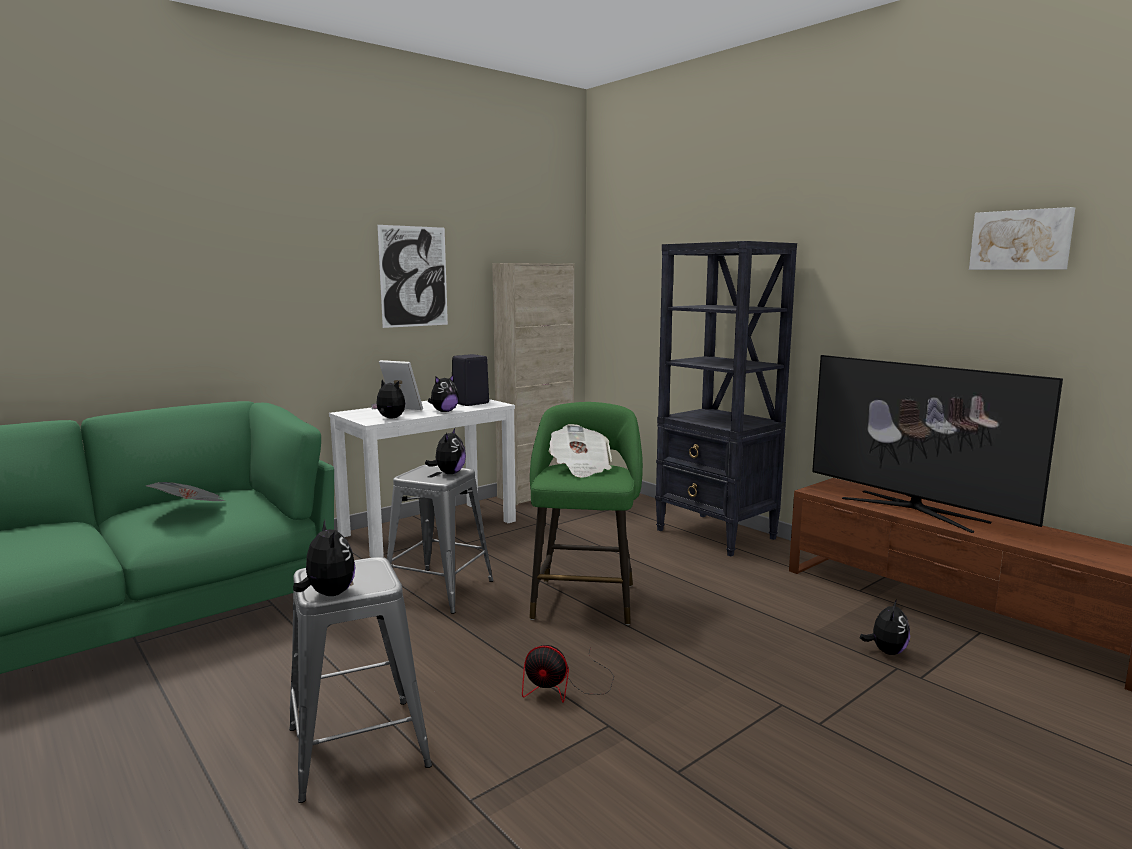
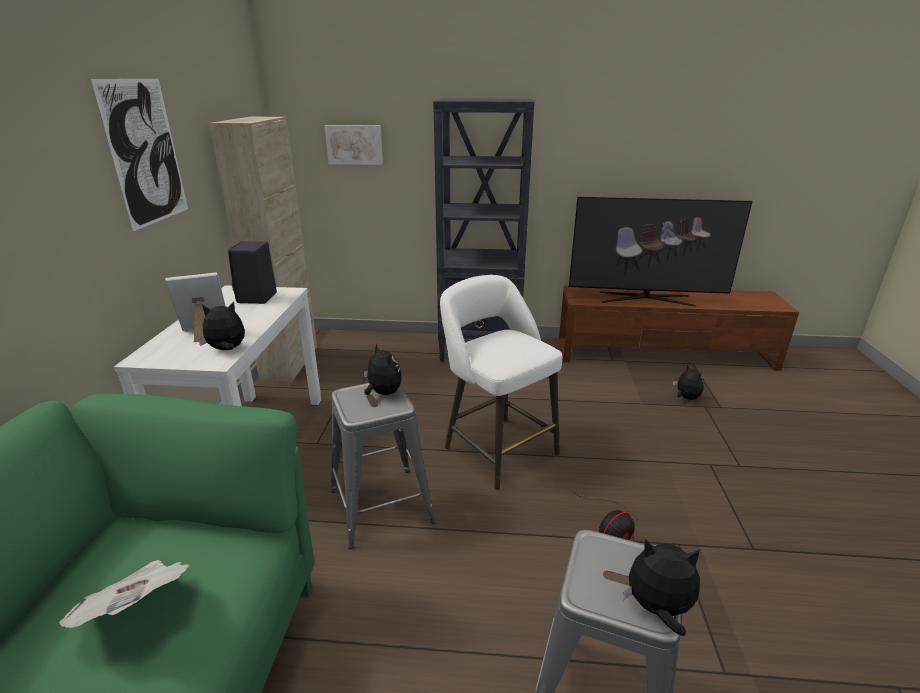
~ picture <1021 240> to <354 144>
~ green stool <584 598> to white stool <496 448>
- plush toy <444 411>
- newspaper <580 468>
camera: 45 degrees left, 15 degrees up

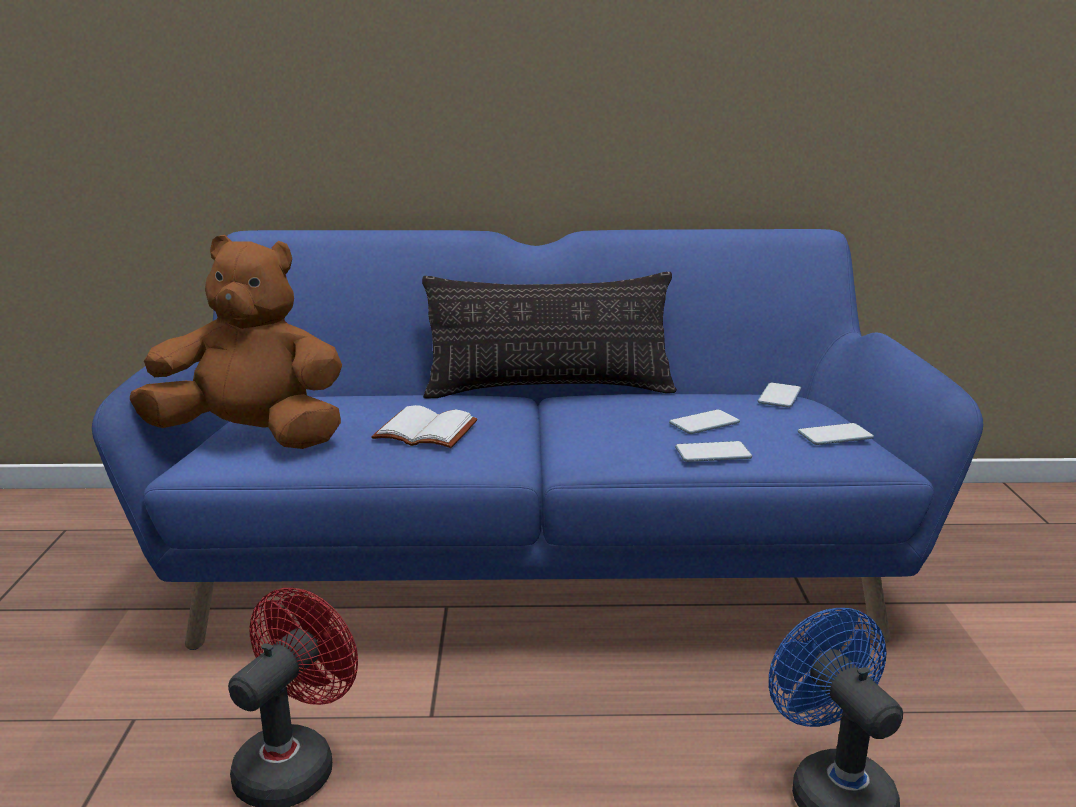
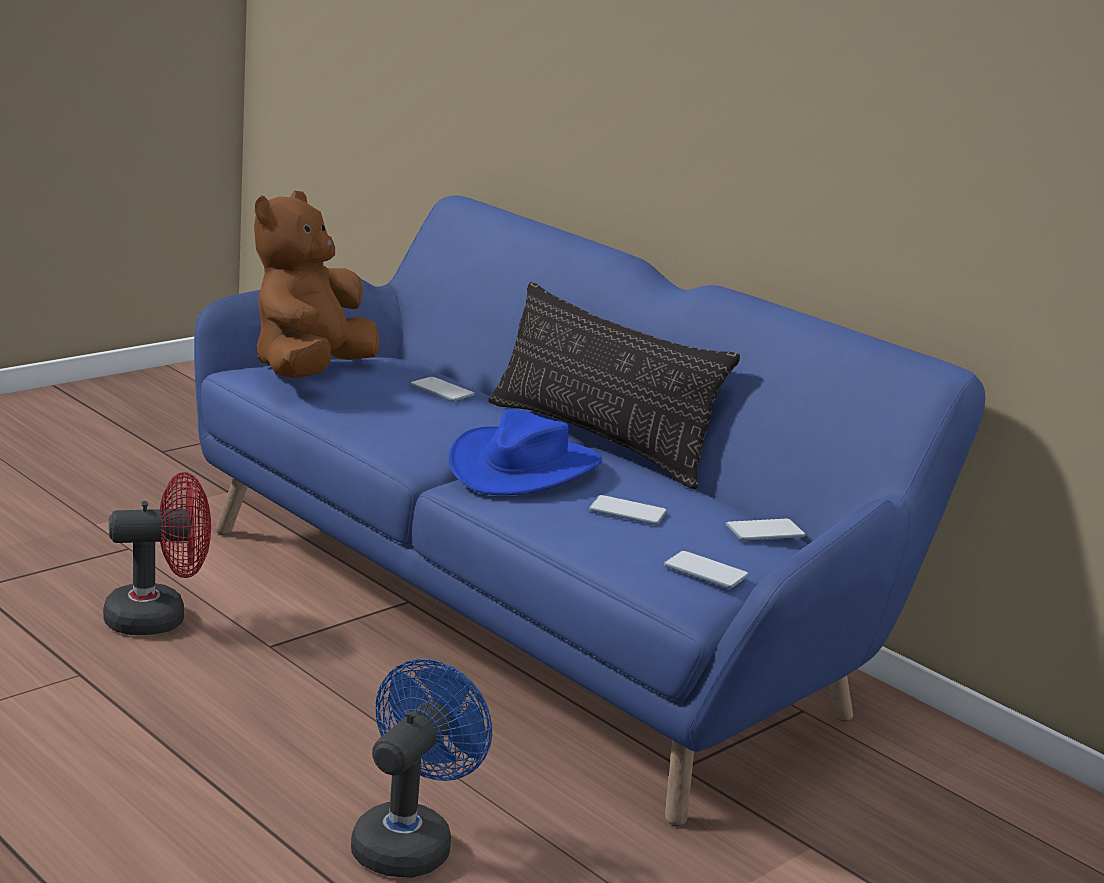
~ brown plush toy <253 437> = <309 372> 120 degrees counterclockwise
~ phone <713 453> to <442 391>
+ blue hat <524 467>
- white book <423 432>
camera: 45 degrees right, 0 degrees up

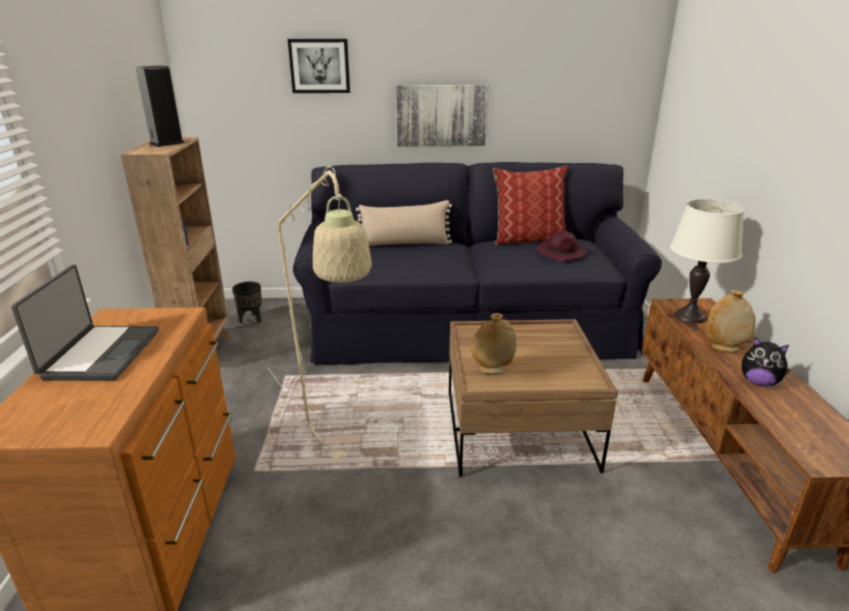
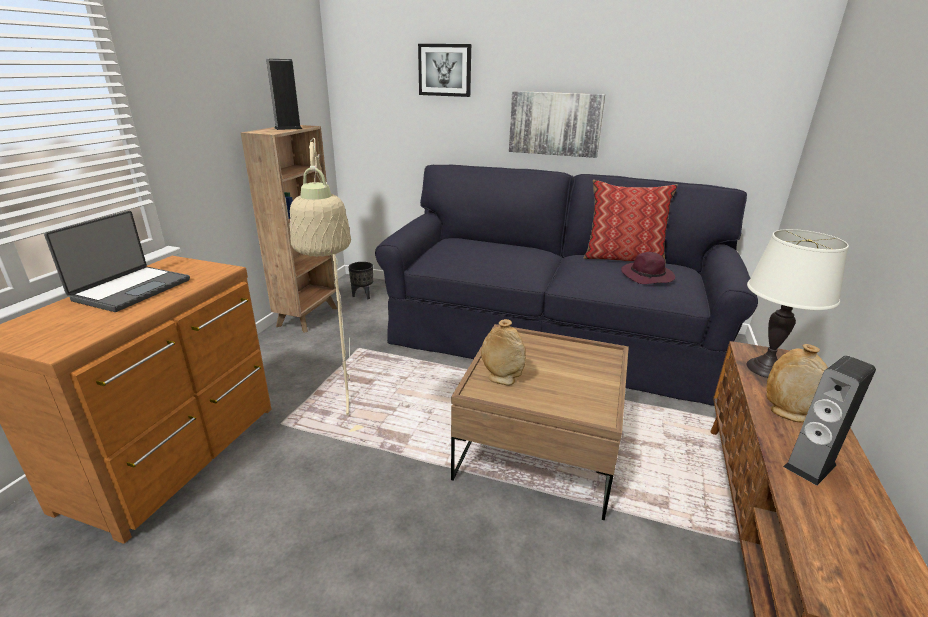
~ plush toy <759 382> to speaker <809 466>
- beige pillow <404 244>
camera: 20 degrees right, 0 degrees up

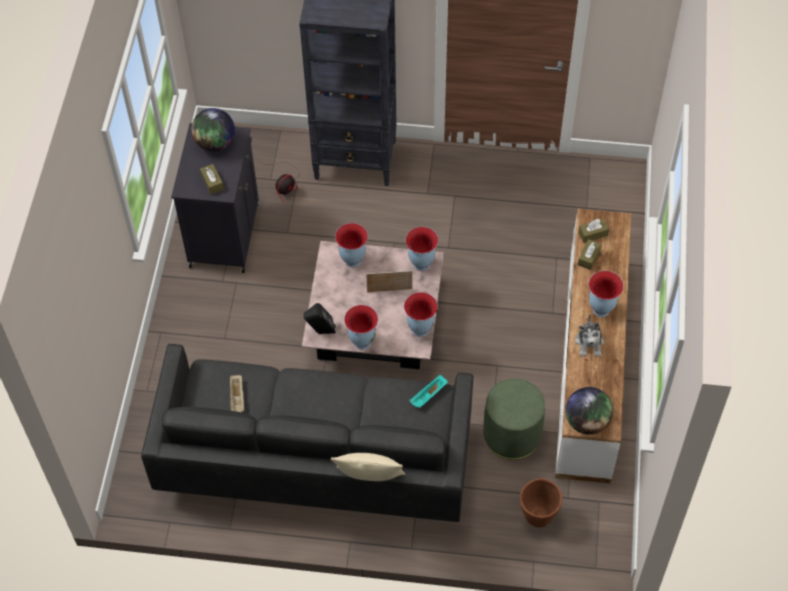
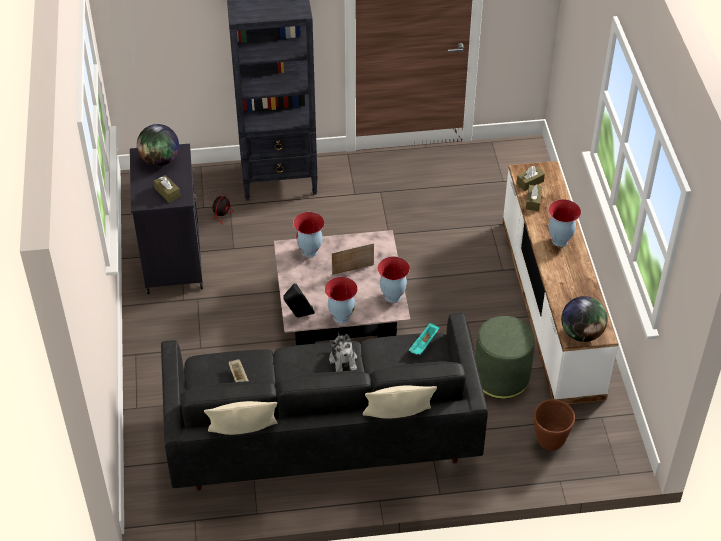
+ beige pillow <243 435>
~ plush toy <589 342> to <343 360>
- vase <421 264>
camera: 15 degrees left, 10 degrees down

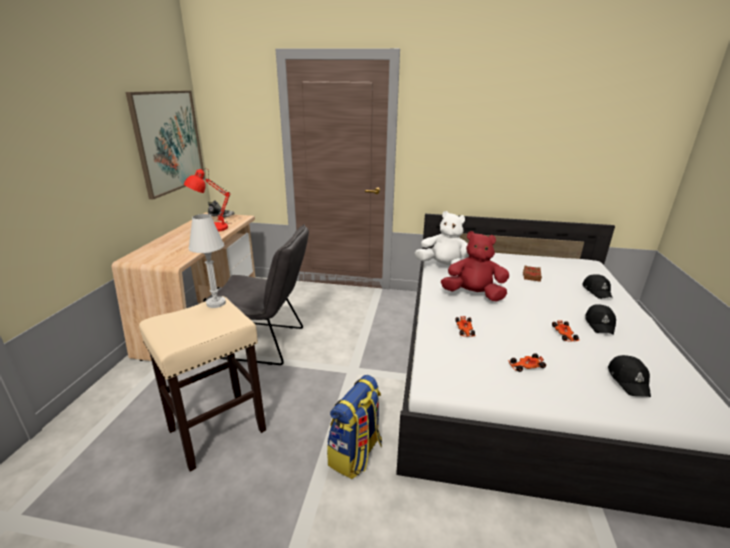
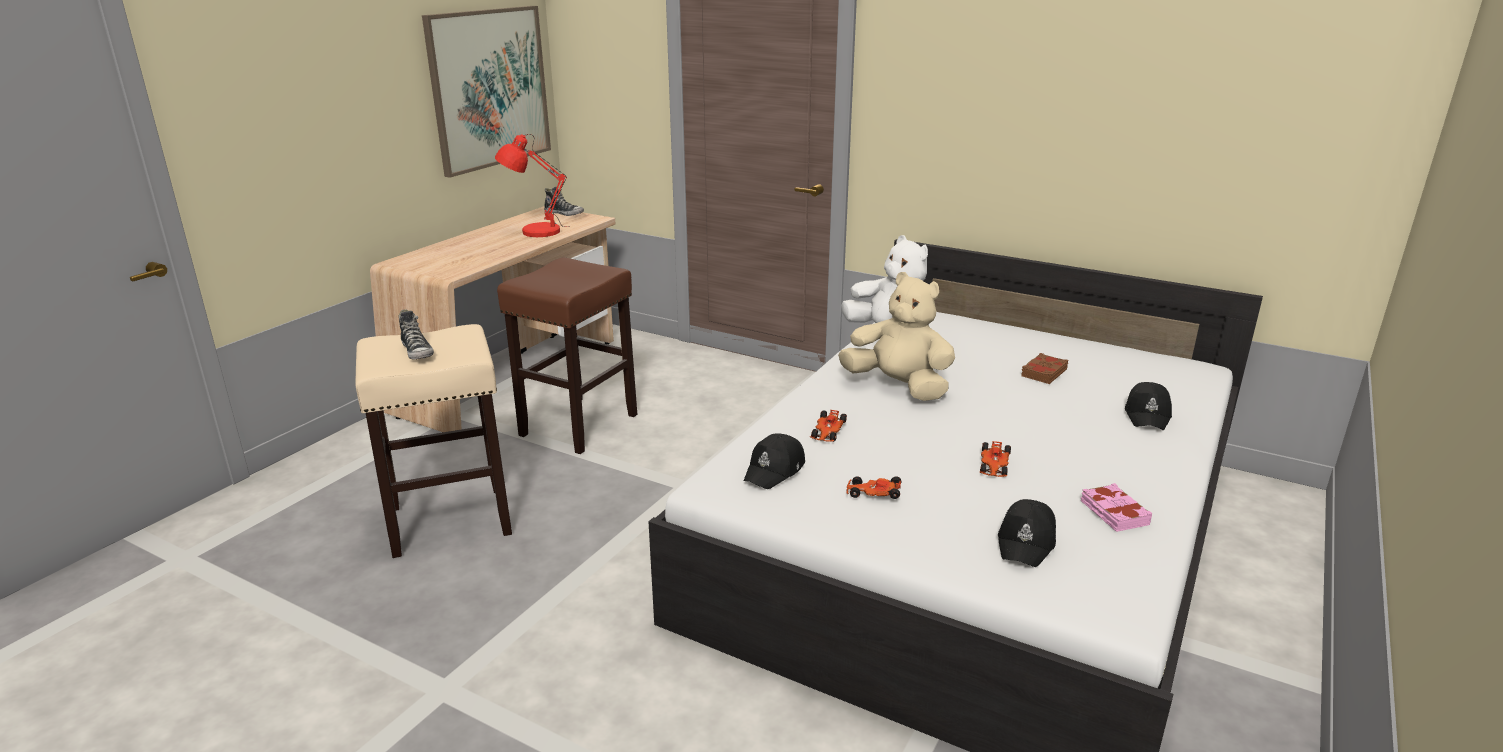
+ shoe <417 352>
~ grey chair <265 343> to brown stool <578 425>
~ black cap <600 324> to <775 470>
~ red plush toy <473 295> to beige plush toy <898 386>
+ pink book <1113 513>
- white table lamp <216 303>
- backpack <356 454>
camera: 20 degrees right, 0 degrees up

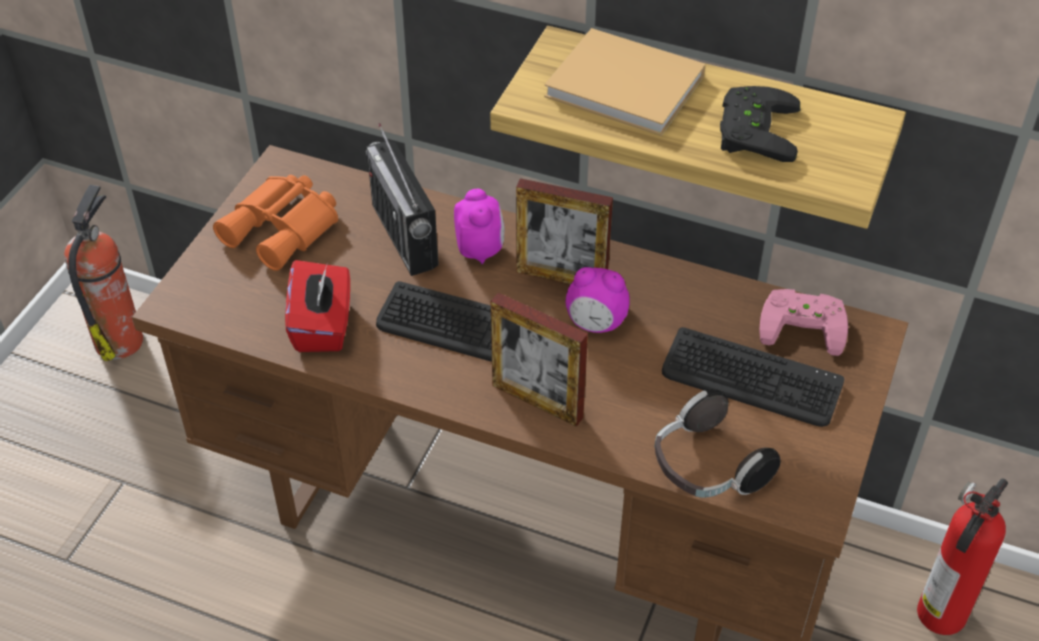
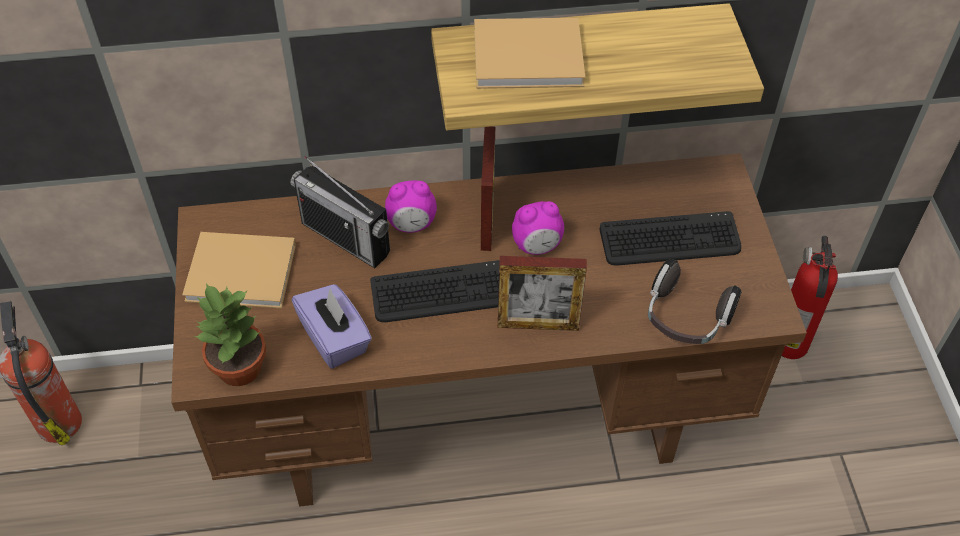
~ orange binoculars <284 229> to beige book <244 273>
+ potted plant <239 369>
~ red tissue box <322 325> to purple tissue box <335 339>
~ alarm clock <480 249> = <411 224> 120 degrees clockwise
~ picture frame <561 277> = <487 221> 75 degrees counterclockwise
- black game controller <751 129>
- pink game controller <803 323>
camera: 30 degrees left, 5 degrees up

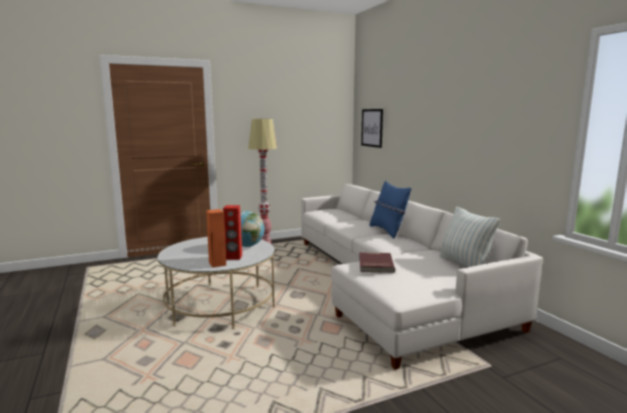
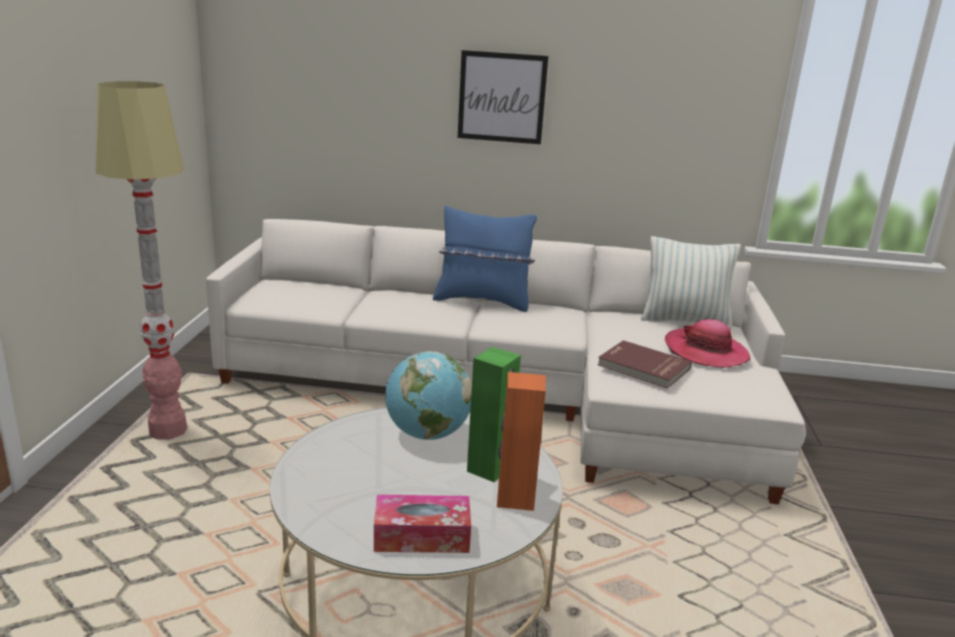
+ tissue box <422 536>
~ picture <372 128> to <502 97>
~ red speaker <233 257> to green speaker <490 469>
+ hat <705 351>
camera: 60 degrees left, 10 degrees up

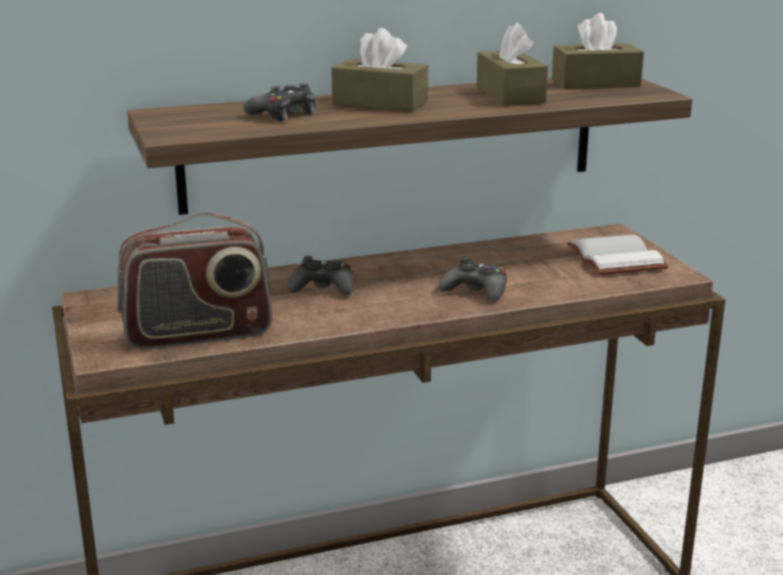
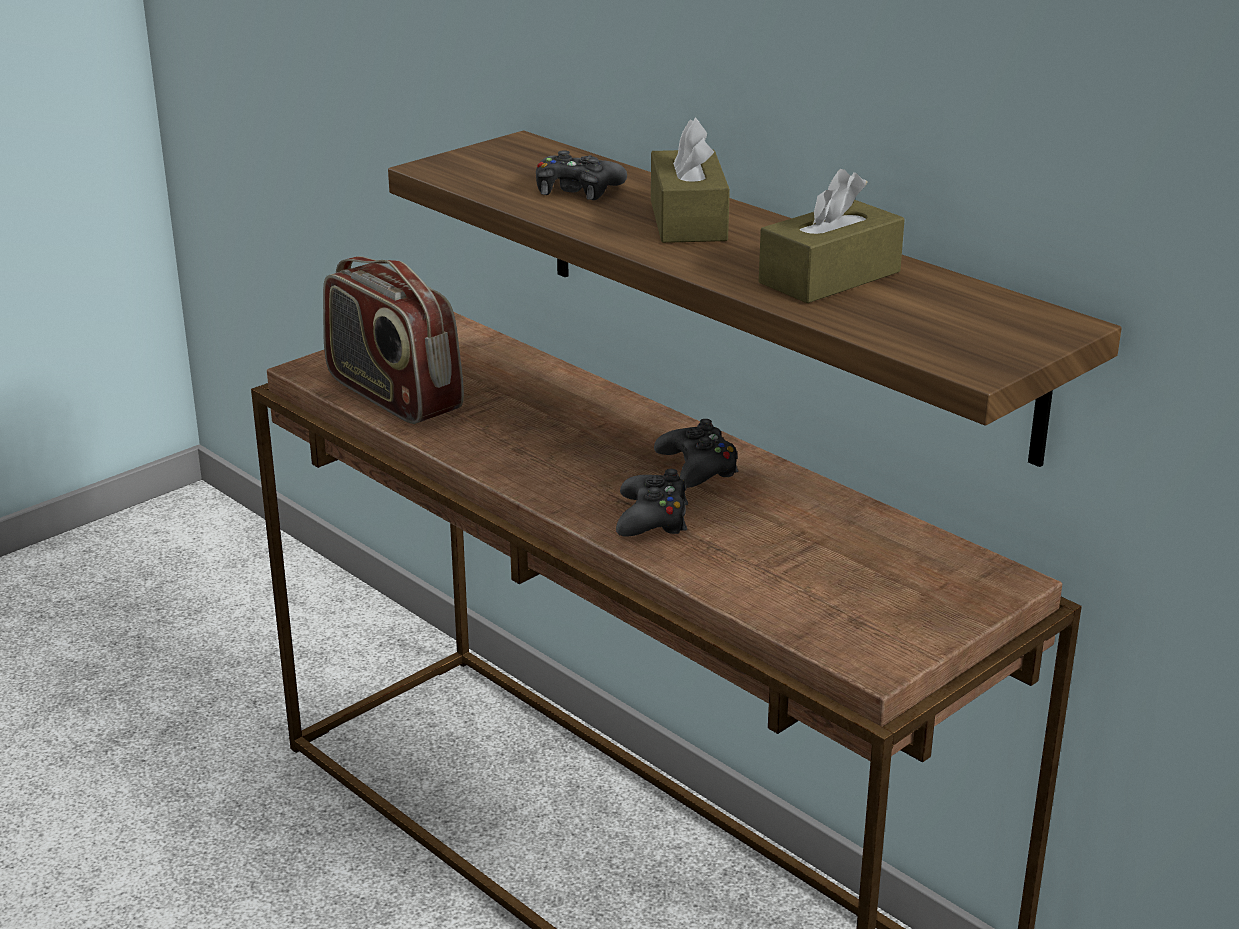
~ black game controller <323 288> to <698 468>
- brown tissue box <595 83>
- white book <619 259>
camera: 65 degrees right, 5 degrees up

